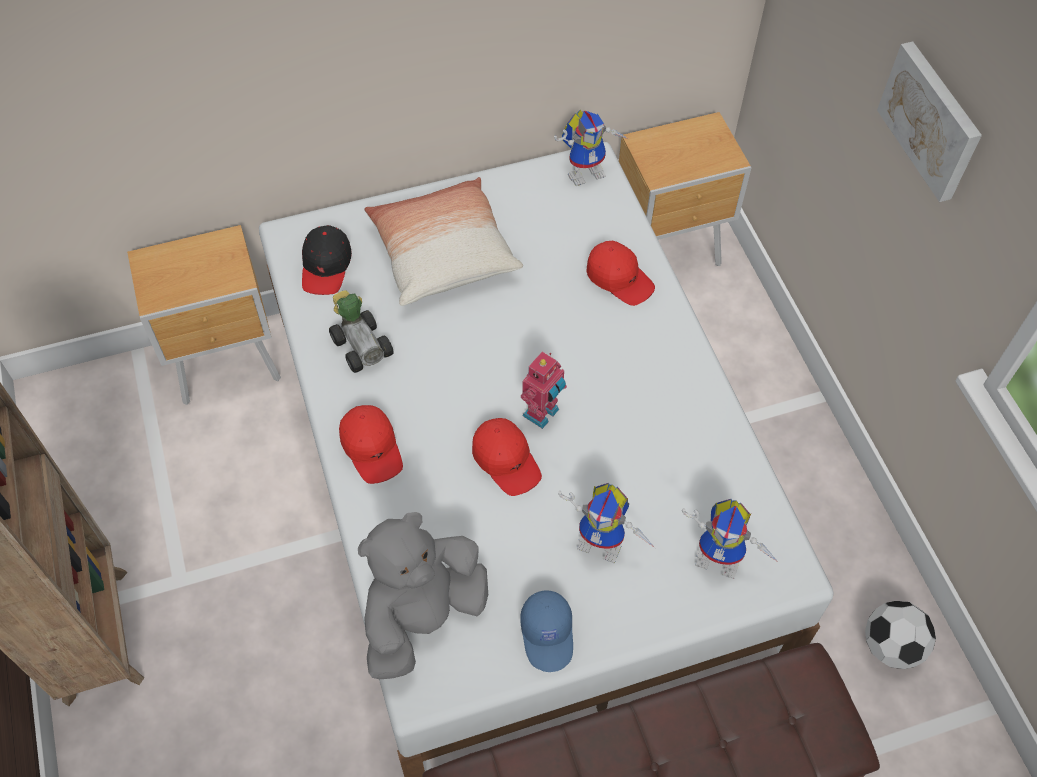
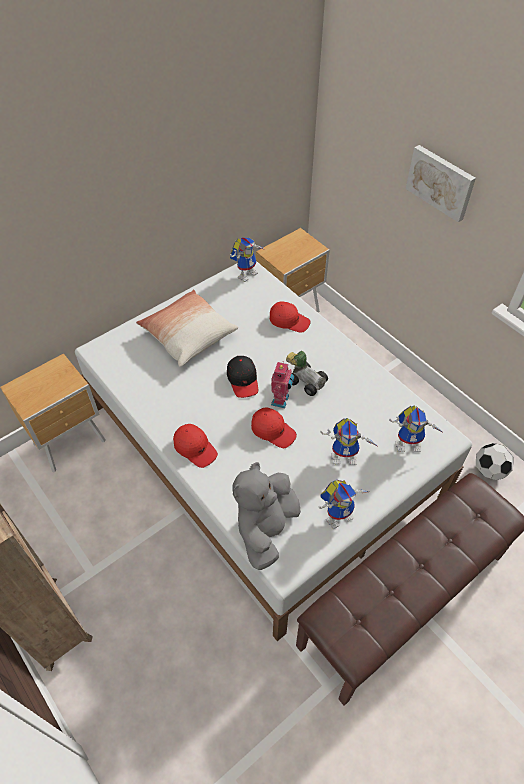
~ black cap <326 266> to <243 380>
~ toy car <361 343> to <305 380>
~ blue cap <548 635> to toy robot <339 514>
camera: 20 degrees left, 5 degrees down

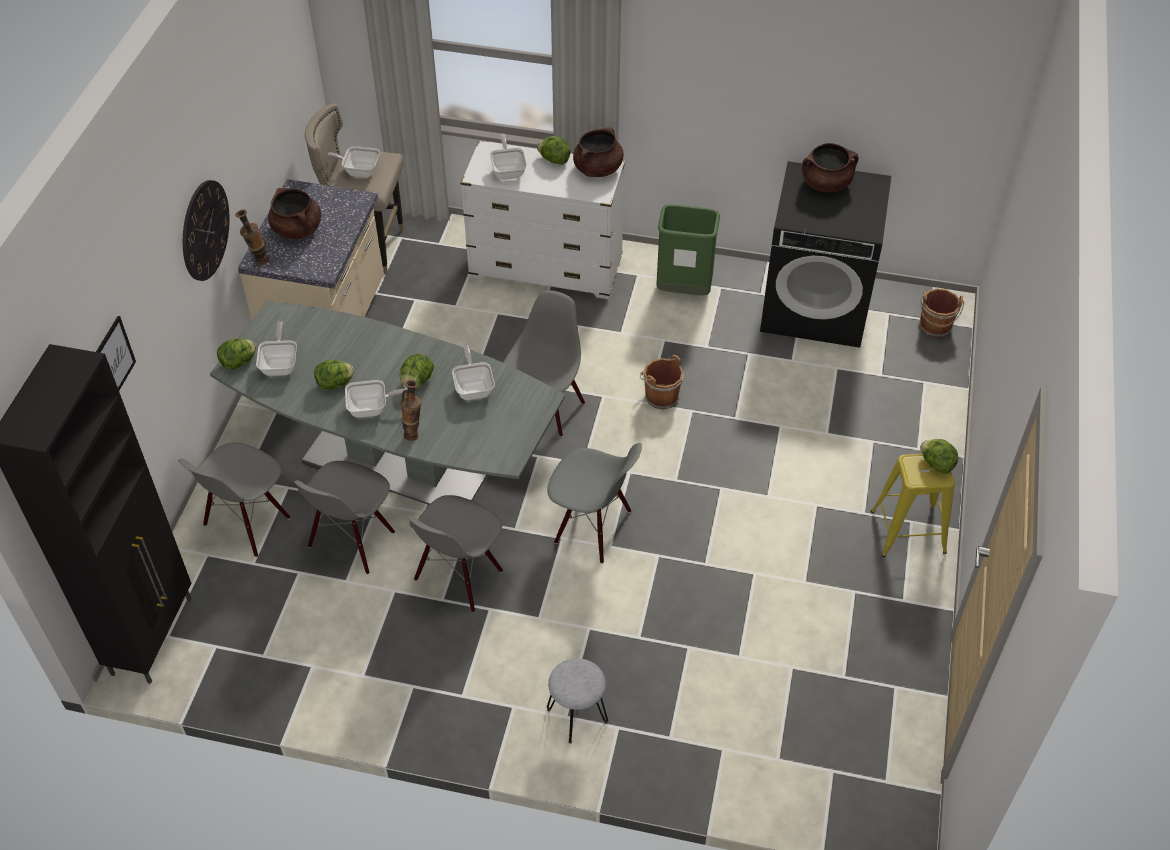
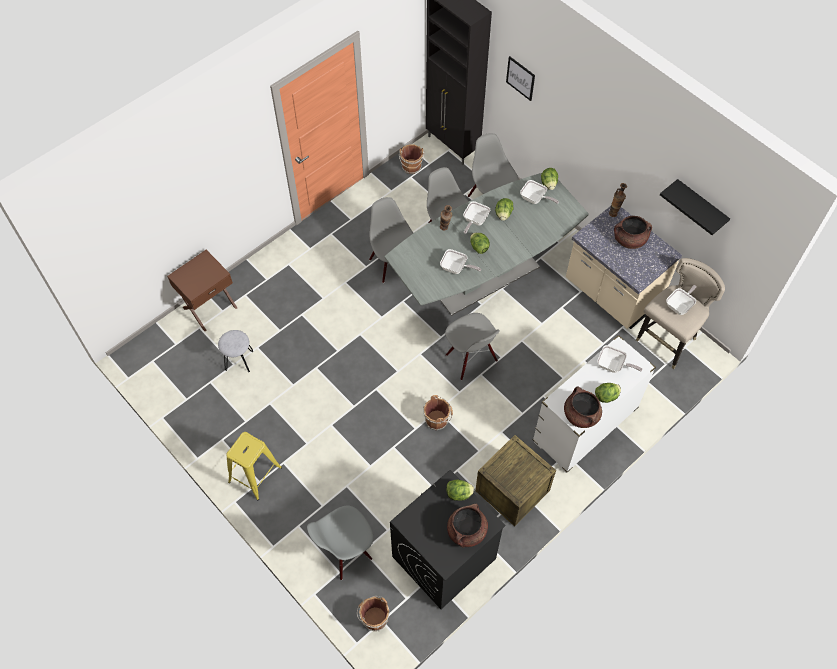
+ brown nightstand <209 307>
~ grey stool <576 716> to <239 360>
~ grey chair <592 528> to <345 551>
+ brown bucket <411 167>
~ lettuce <936 464> to <459 493>
~ green trash can <684 290> to crate <512 490>
+ black shelf <700 206>
- wall clock <205 230>
camera: 125 degrees right, 10 degrees up

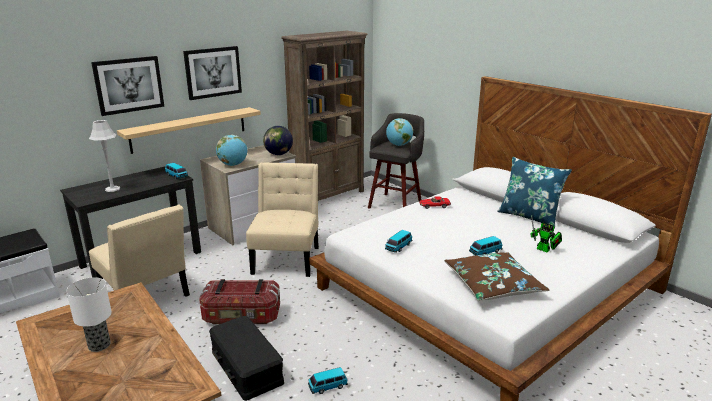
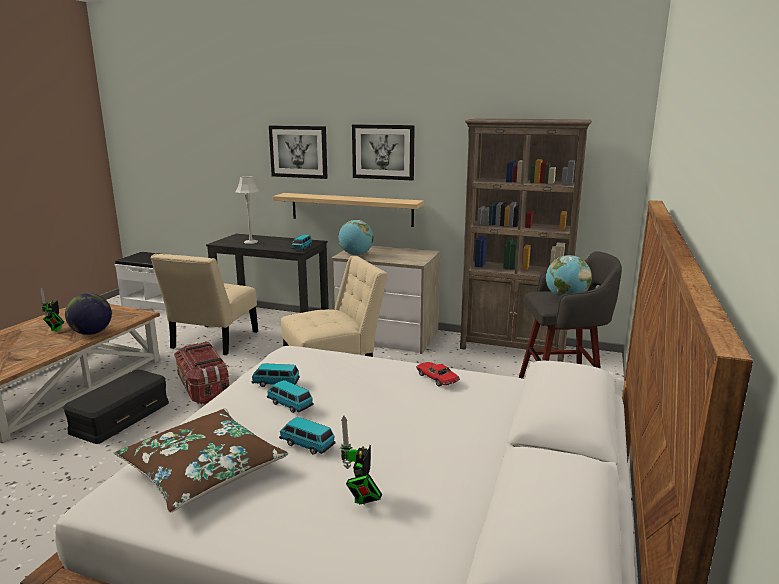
~ table lamp <100 345> to toy robot <55 329>
~ globe <279 154> to <92 333>
~ toy car <327 386> to <290 404>
- blue pillow <529 216>
camera: 60 degrees right, 5 degrees down

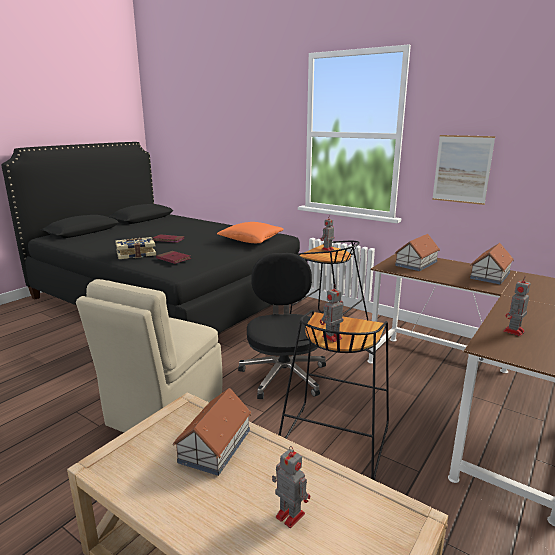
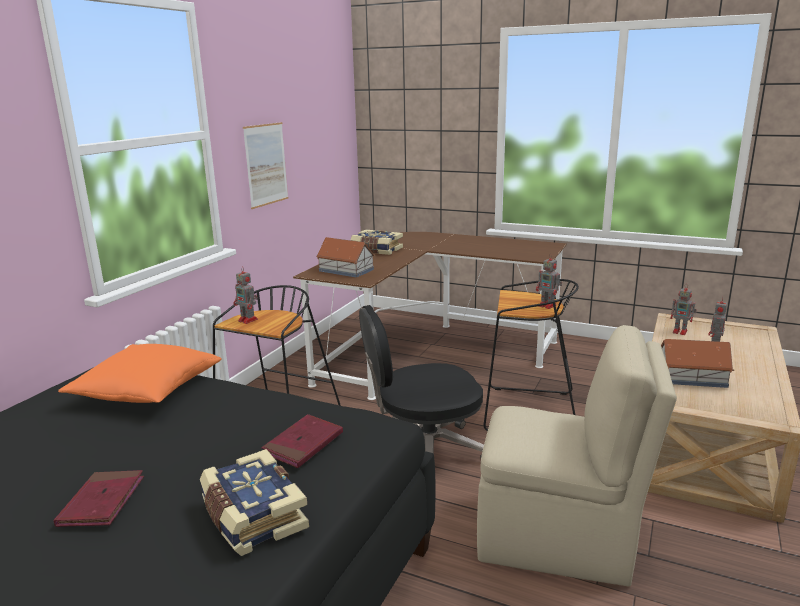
~ toy house <490 275> to book <376 250>
~ toy robot <513 331> to <681 332>
camera: 100 degrees left, 0 degrees up

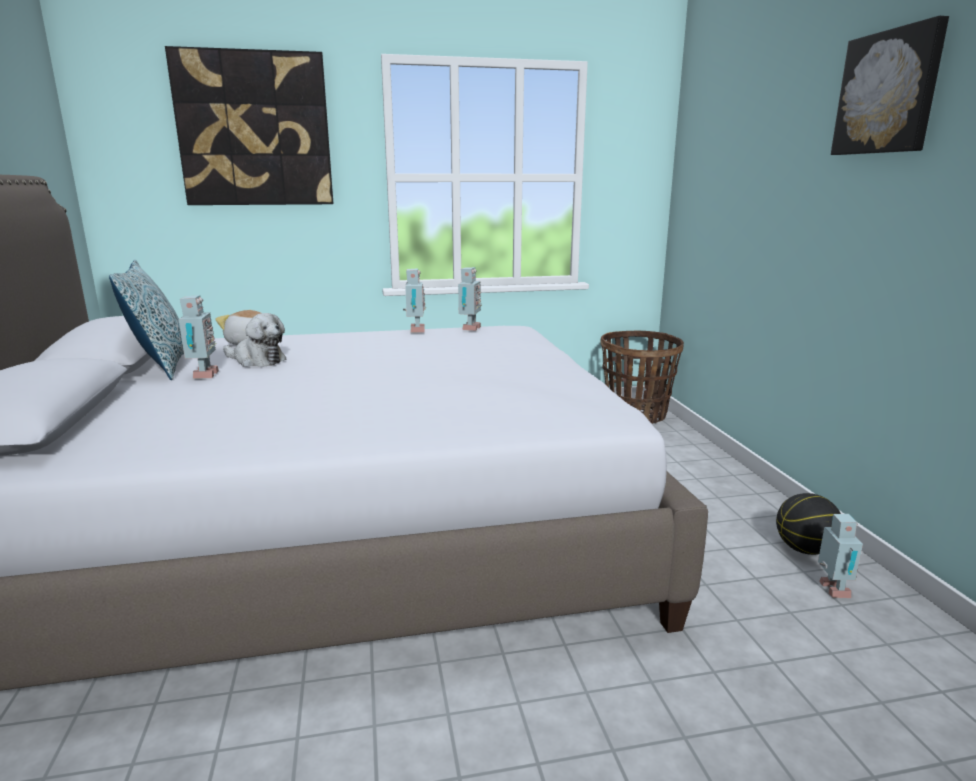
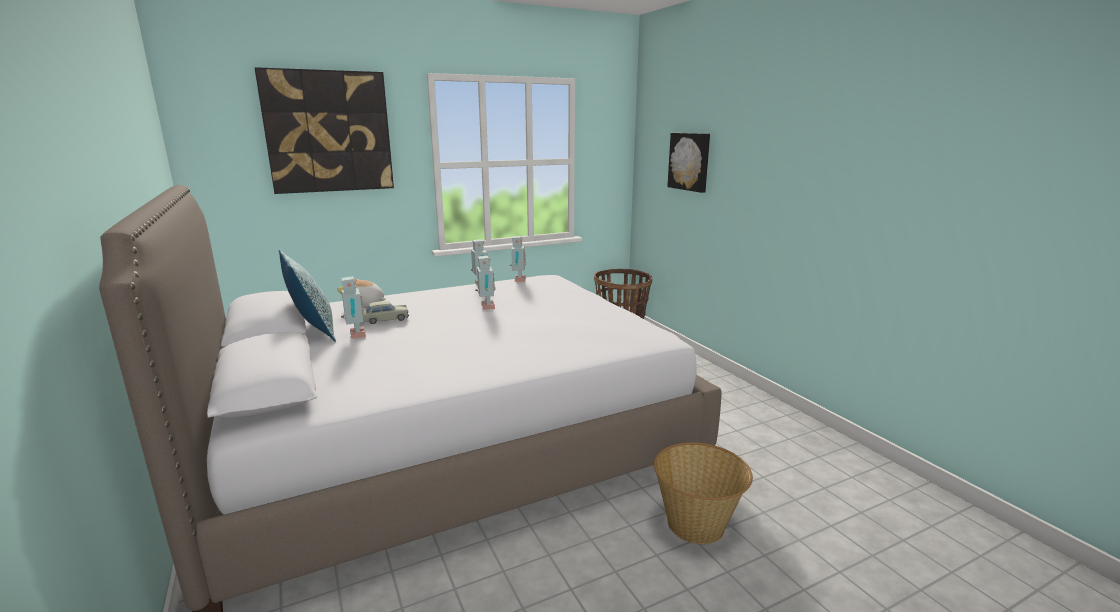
~ plush toy <257 360> to beige toy car <384 319>
~ toy robot <832 590> to <486 307>
+ basket <697 524>
~ picture <888 93> to <690 161>
- basketball <805 549>
camera: 15 degrees left, 0 degrees up

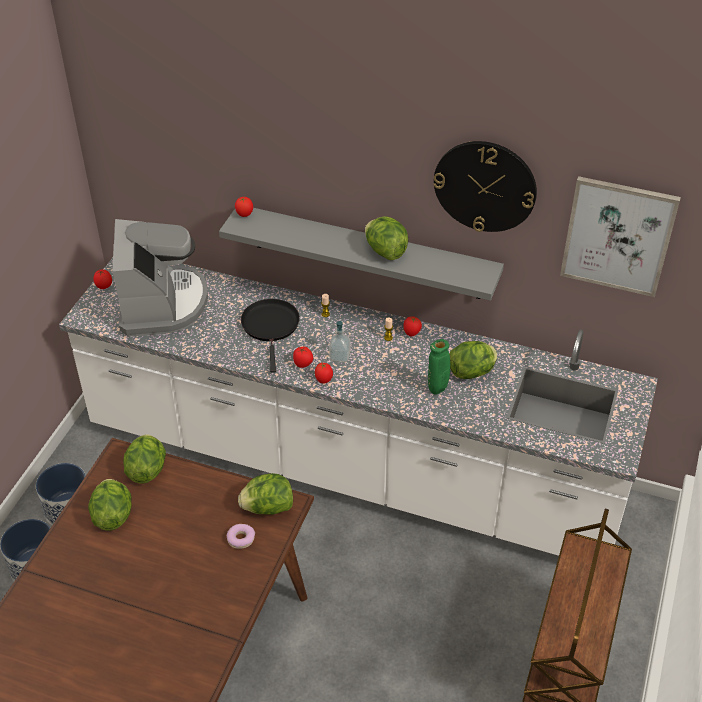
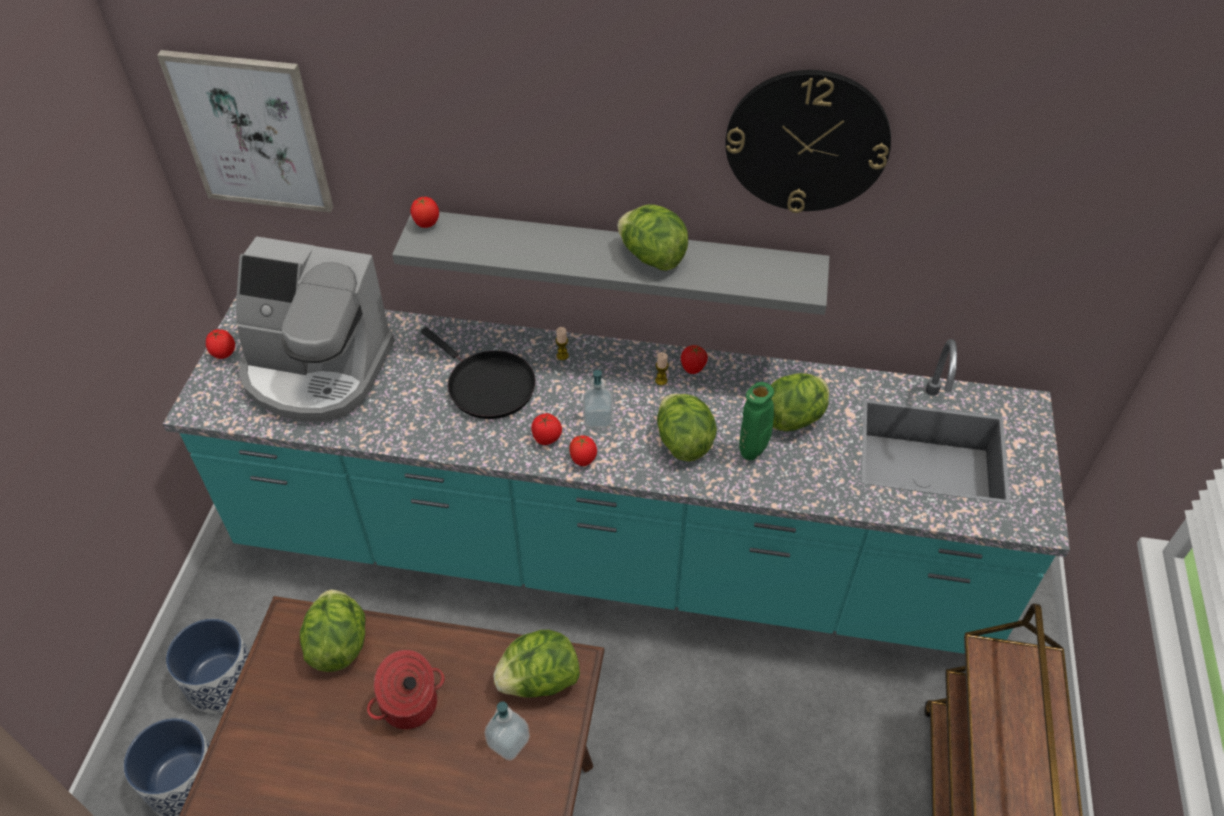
~ picture <618 236> to <252 132>
~ white counter <351 466> to turquoise counter <612 552>
~ coffee machine <162 304> = <317 370> 120 degrees clockwise
+ cooking pot <410 706>
~ black frying pan <271 327> = <487 386> 150 degrees clockwise
~ donut <241 539> to soap dispenser <508 742>
~ lettuce <113 515> to <683 441>
camera: 10 degrees left, 5 degrees up

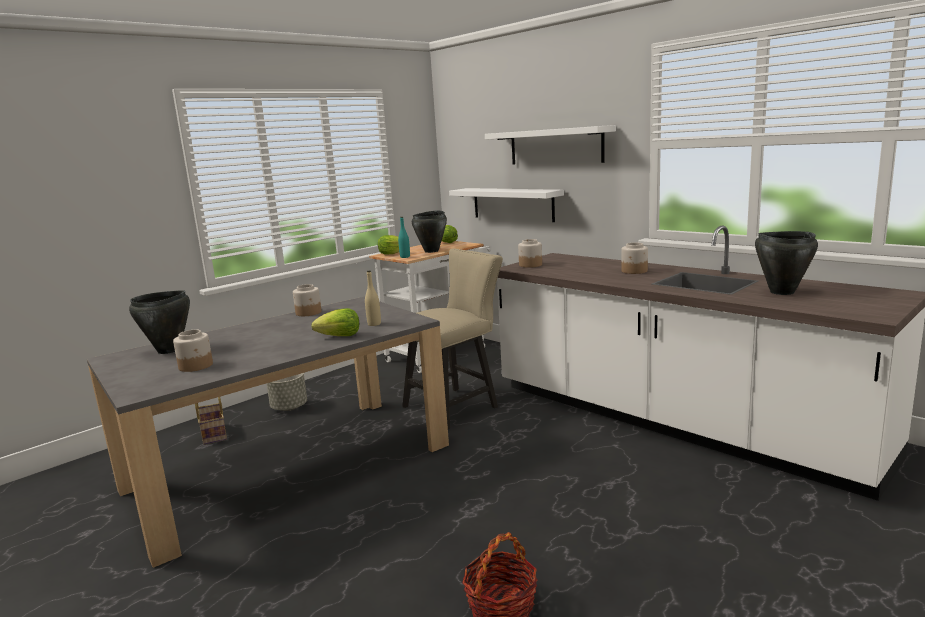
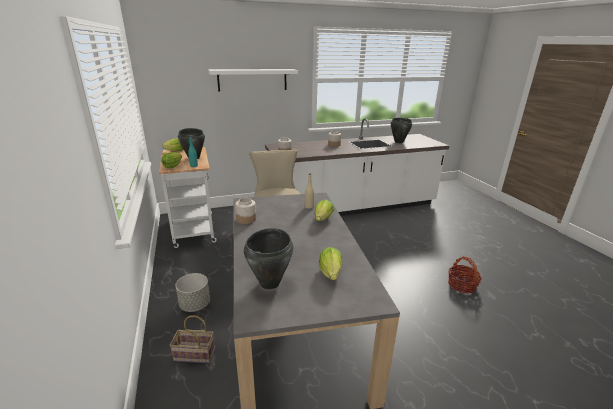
~ jar <196 366> to lettuce <330 273>
- white shelf <512 204>
camera: 65 degrees left, 10 degrees up

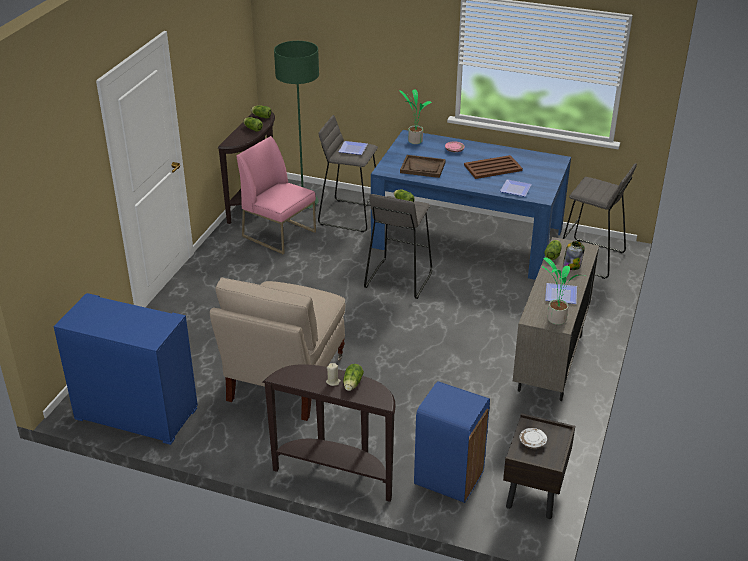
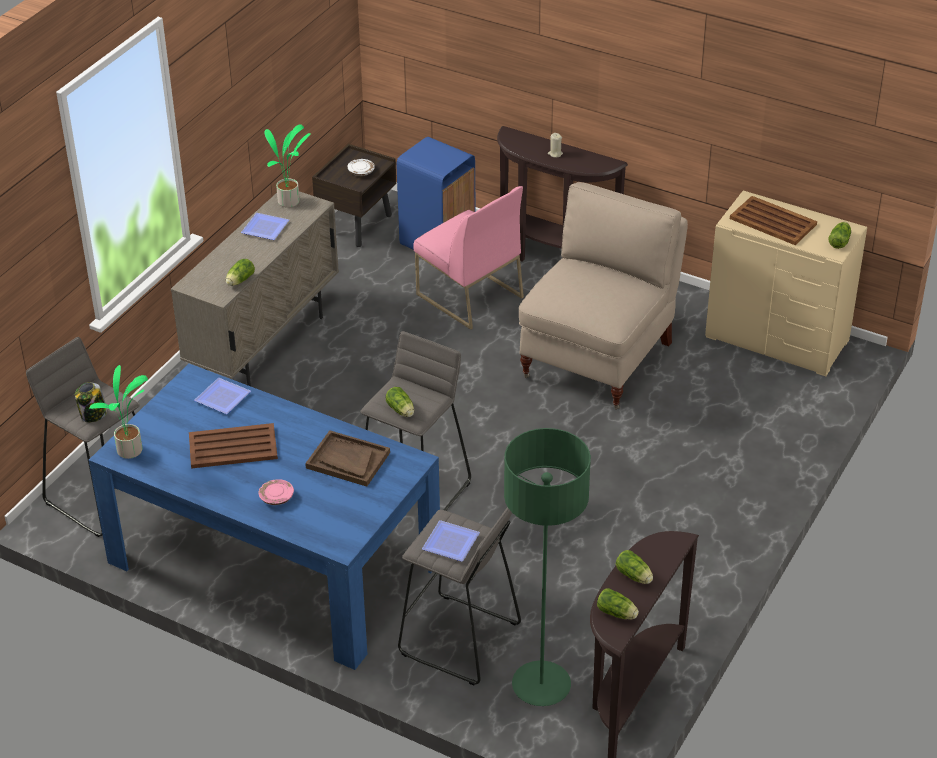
~ jar <572 265> to <93 415>
~ potted plant <414 141> to <131 452>
~ pink chair <280 234> to <468 296>
~ blue dresser <135 414> to beige dresser <777 338>
+ brown tray <772 221>
~ lettuce <352 384> to <840 241>
camera: 170 degrees left, 5 degrees up

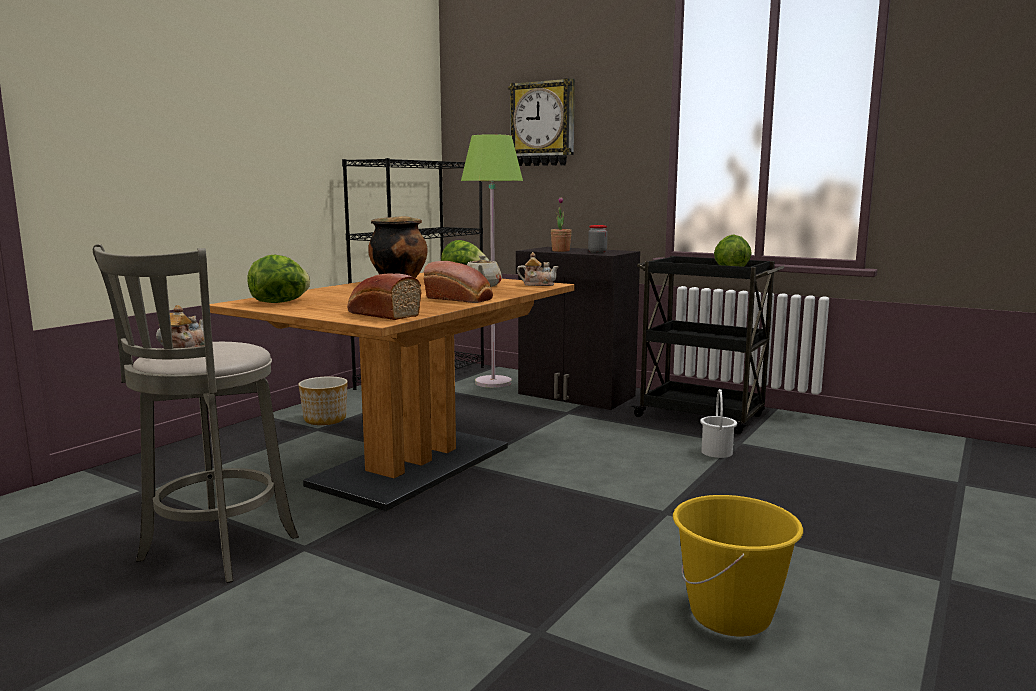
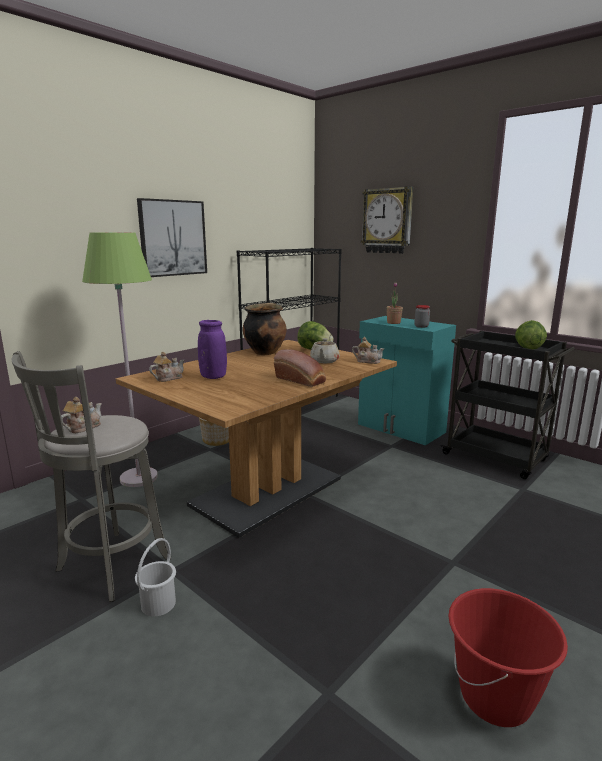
~ green floor lamp <493 382> to <139 478>
~ white bucket <716 452> to <157 604>
+ picture <173 238>
~ lettuce <280 302> to teapot <168 378>
+ purple vase <213 377>
~ black cabinet <576 395> to turquoise cabinet <400 428>
~ yellow bucket <731 615> to red bucket <495 697>
- bread <381 314>
camera: 10 degrees right, 5 degrees up

